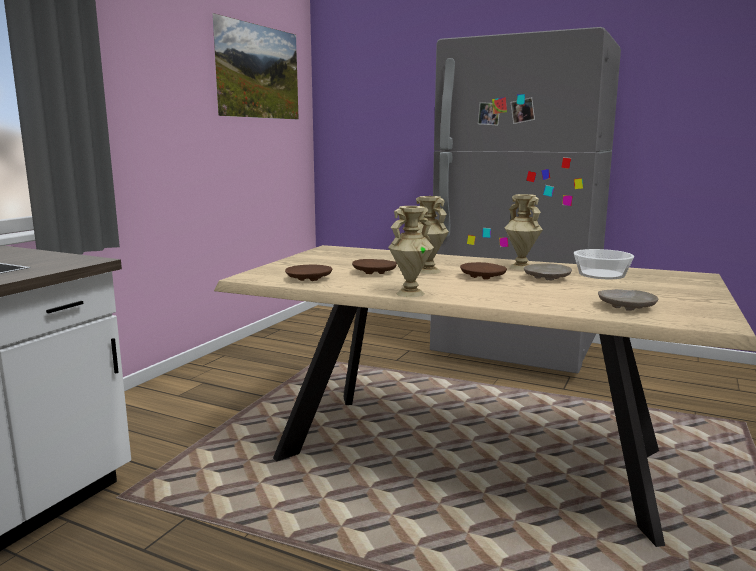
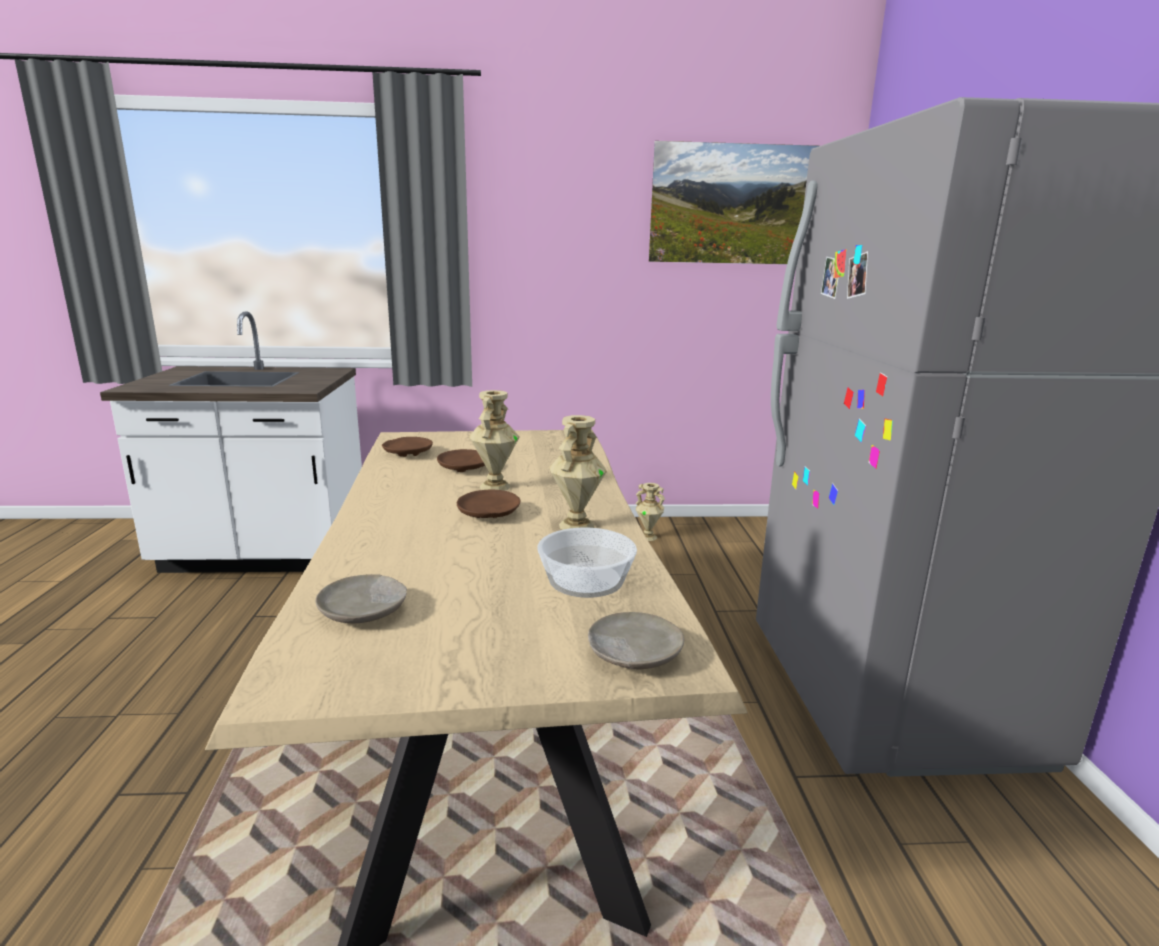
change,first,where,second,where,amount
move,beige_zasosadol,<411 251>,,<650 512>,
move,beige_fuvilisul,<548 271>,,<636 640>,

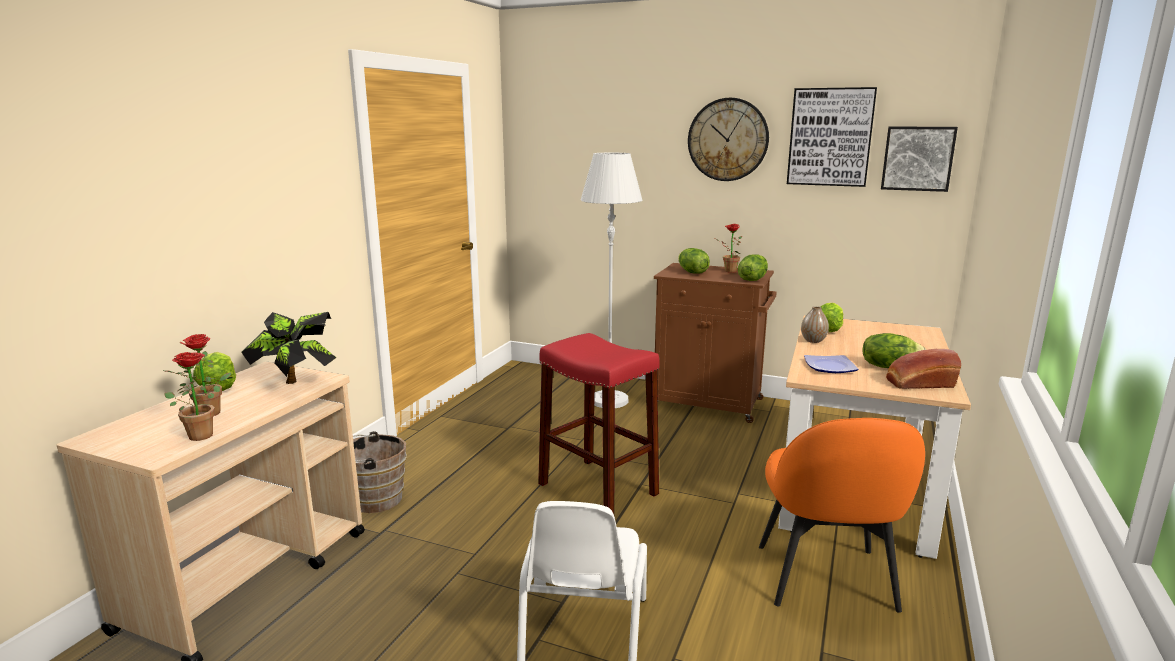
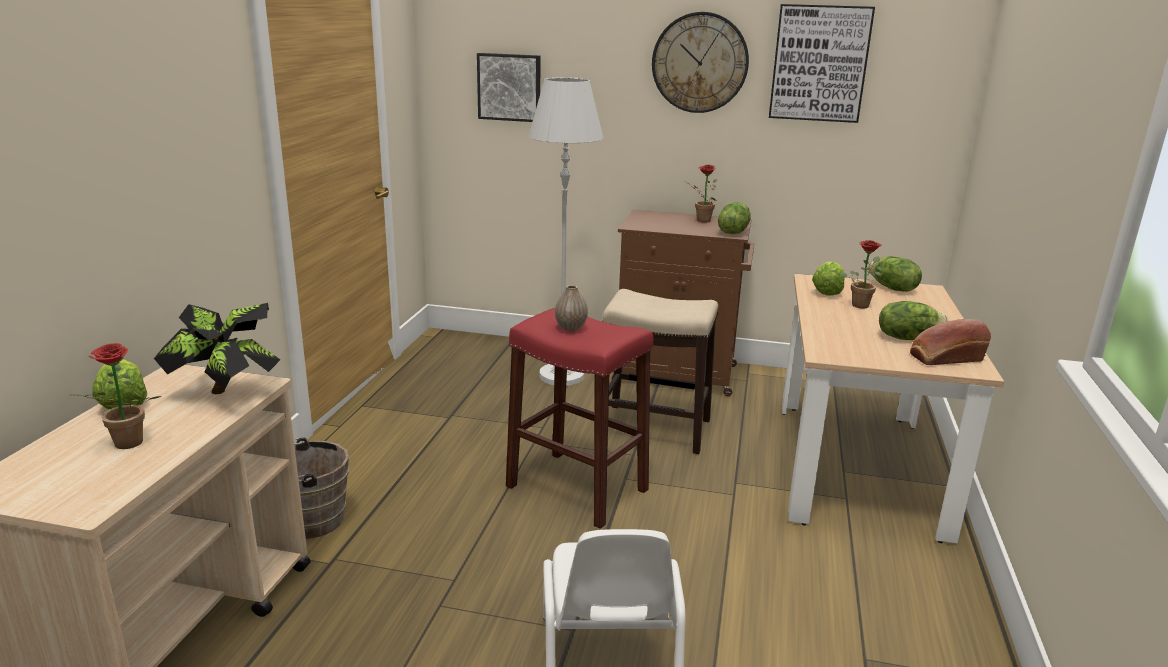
change,first,where,second,where,amount
delete,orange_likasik,<842 515>,,,
delete,fuvilisul,<831 364>,,,
insert,,,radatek,<660 371>,
move,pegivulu,<198 396>,,<861 274>,
move,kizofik,<694 261>,,<895 274>,
move,zasosadol,<815 324>,,<571 308>,
move,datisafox,<919 159>,,<508 87>,

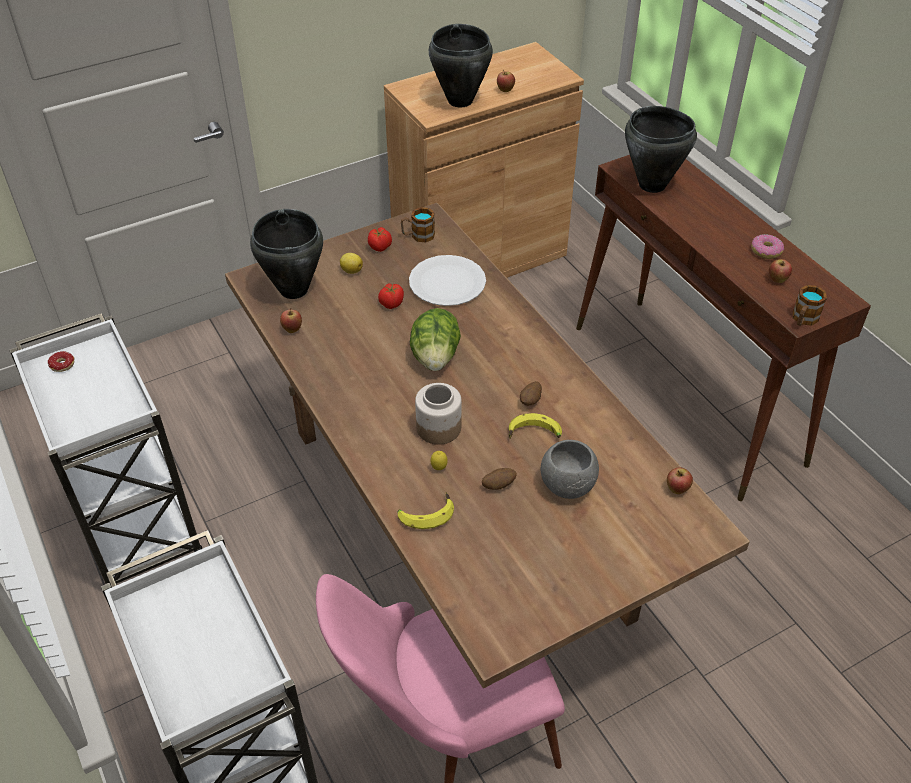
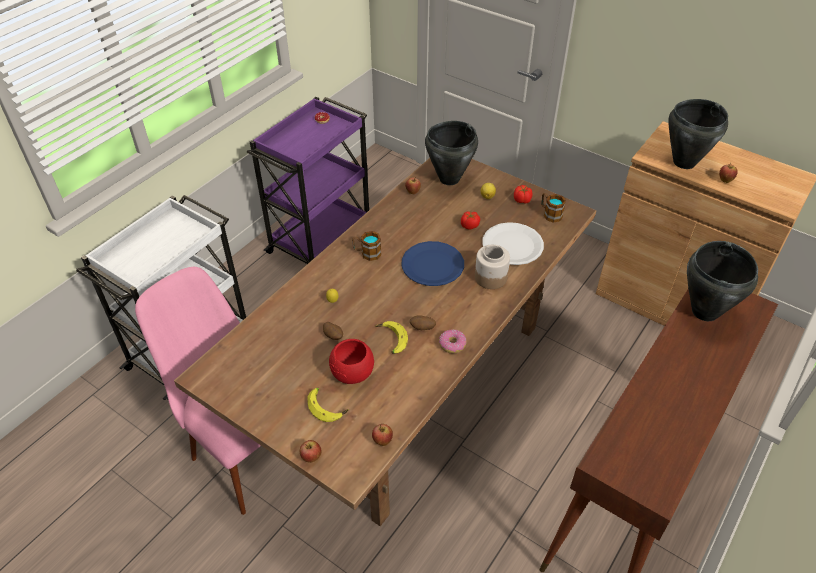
change,first,where,second,where,amount
move,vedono,<426 510>,,<328 405>,
move,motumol,<438 414>,,<492 267>,
move,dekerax,<767 246>,,<453 341>,
move,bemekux,<780 271>,,<310 451>,
move,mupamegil,<810 305>,,<366 246>,
replace,kizofik,<435 339>,blue_fuvilisul,<432 263>,
recolor,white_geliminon,<105 448>,purple_geliminon,<308 180>,
recolor,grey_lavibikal,<570 469>,red_lavibikal,<351 361>,

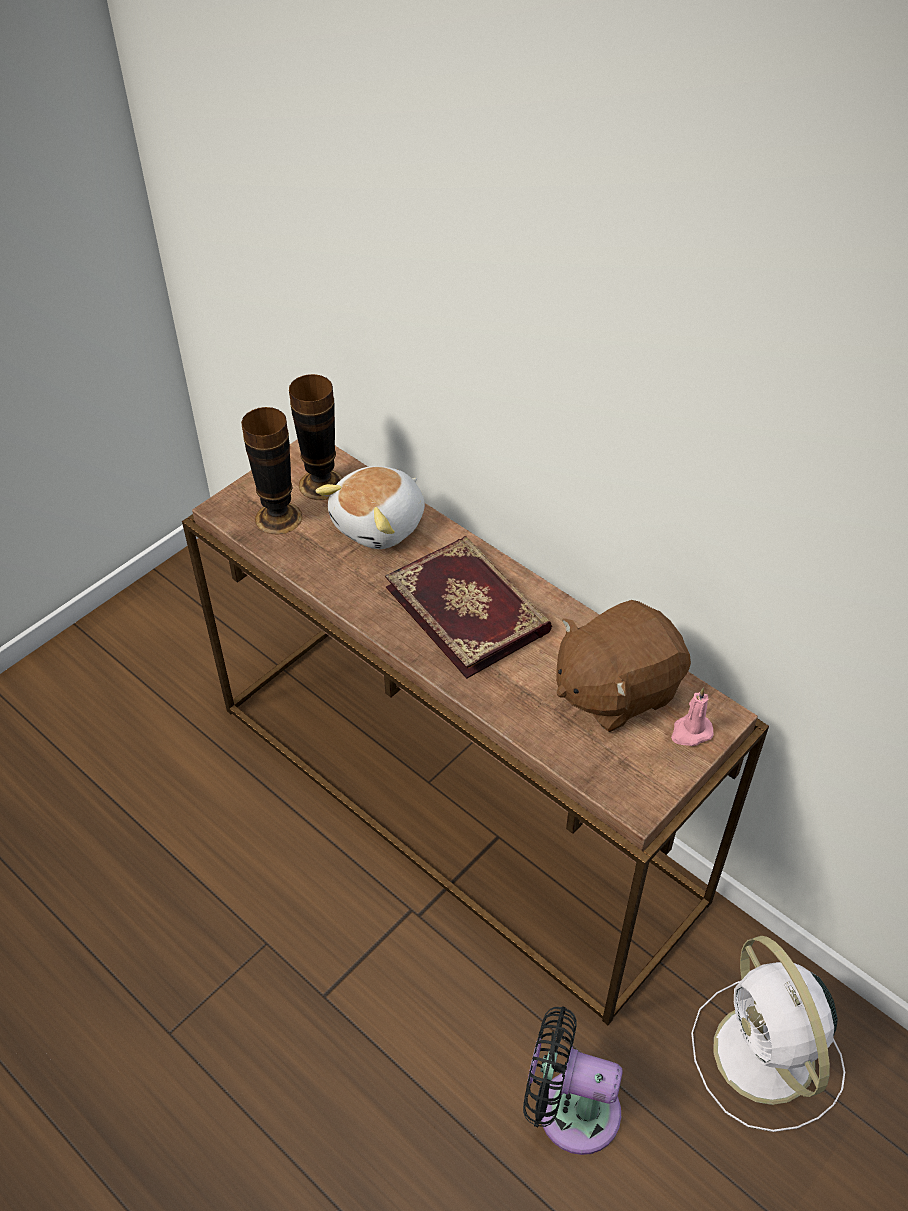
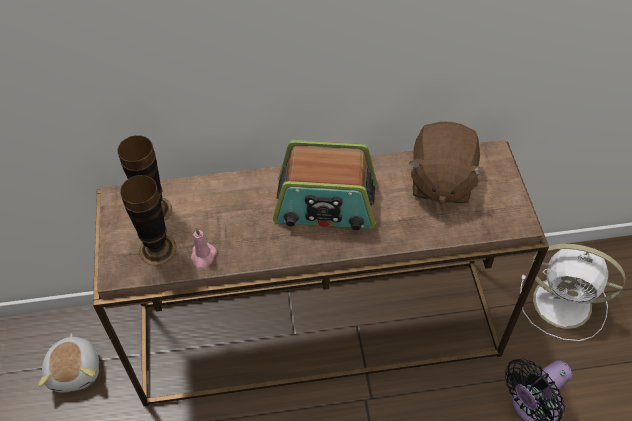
change,first,where,second,where,amount
move,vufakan,<370 507>,,<68 362>,
move,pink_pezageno,<692 717>,,<204 249>,
replace,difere,<468 607>,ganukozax,<325 185>,

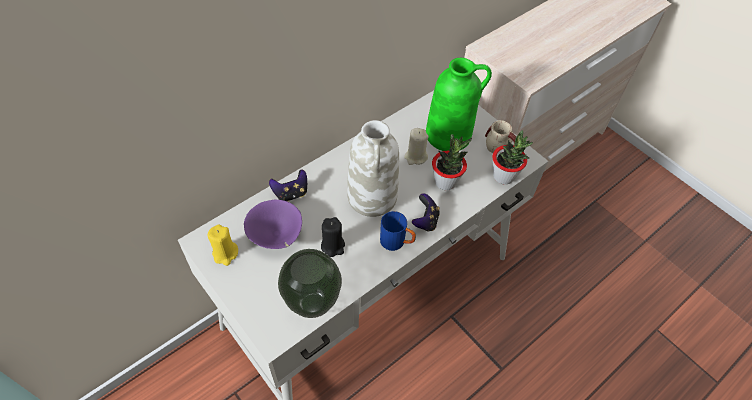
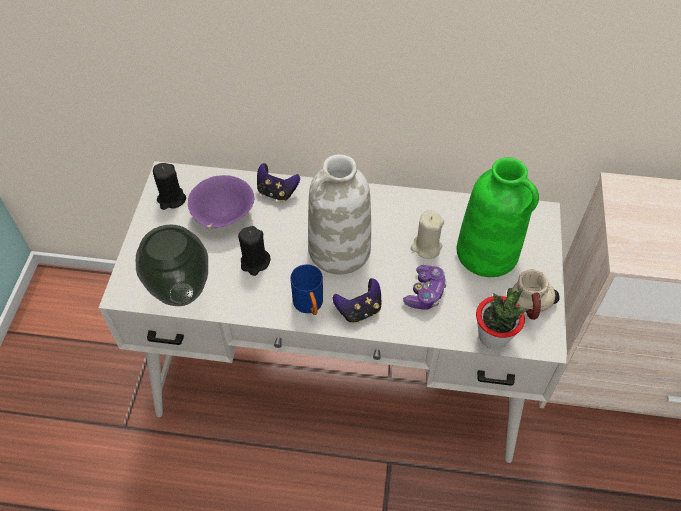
change,first,where,second,where,amount
replace,pegivulu,<452 162>,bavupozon,<425 287>,
recolor,yellow_pezageno,<222 245>,black_pezageno,<169 186>,

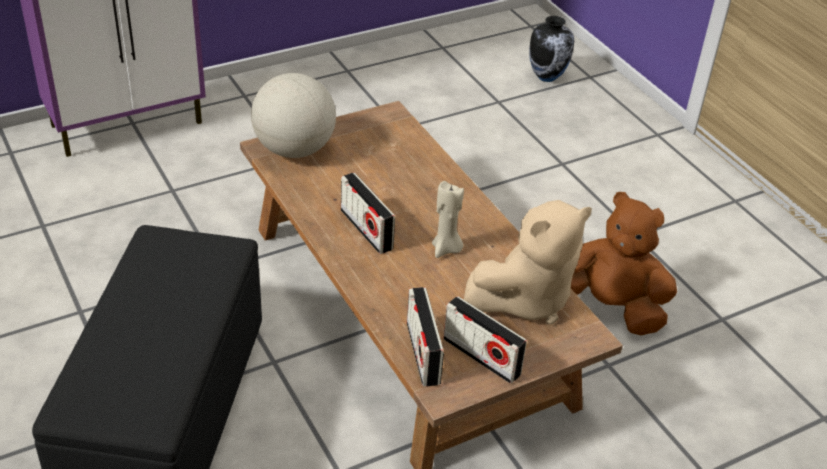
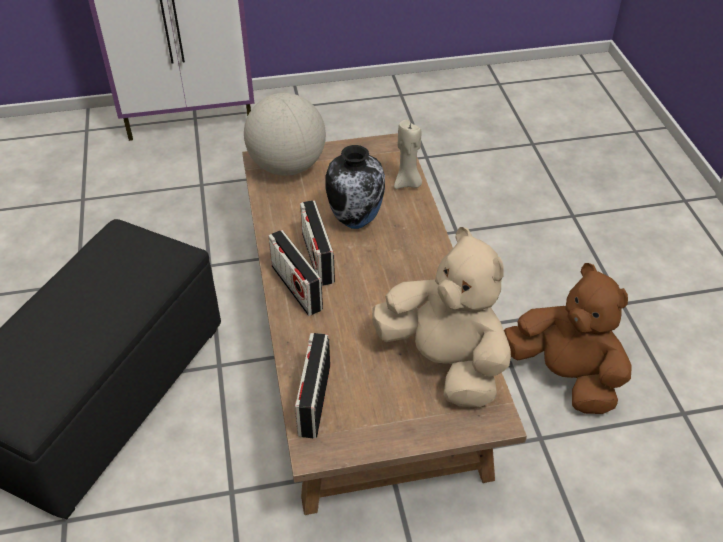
change,first,where,second,where,amount
move,beige_pezageno,<448 219>,,<408 154>,
move,ganukozax,<485 340>,,<295 273>,
move,zasosadol,<552 49>,,<355 187>,
rotate,beige_vufakan,<528 262>,,<441 317>,120 degrees counterclockwise

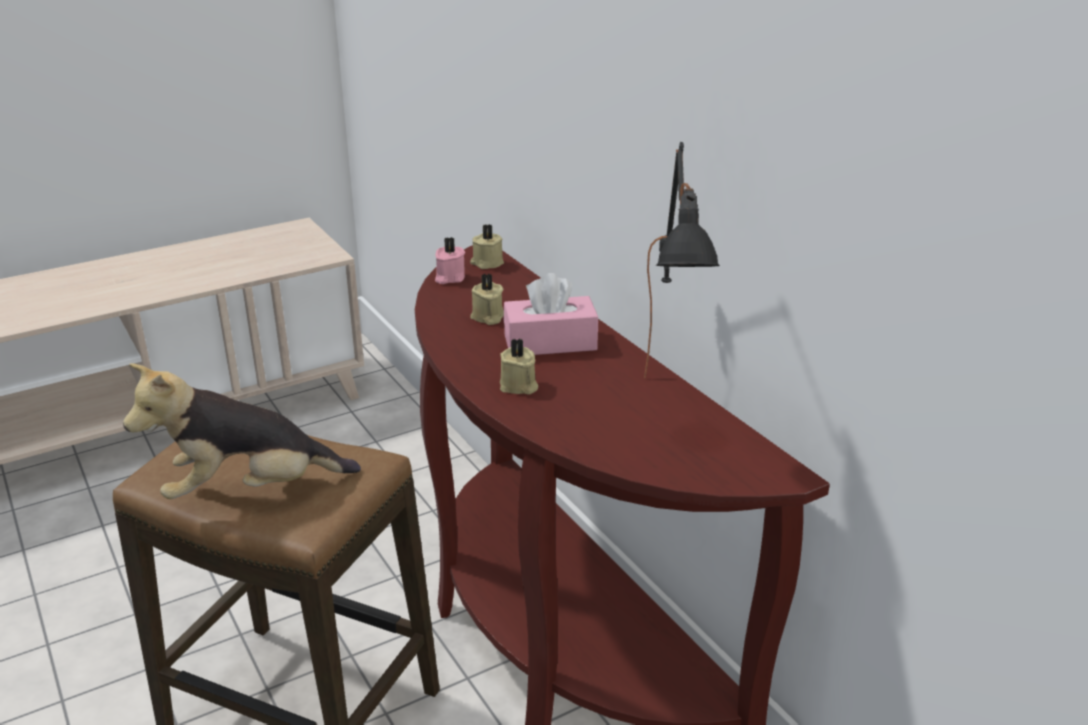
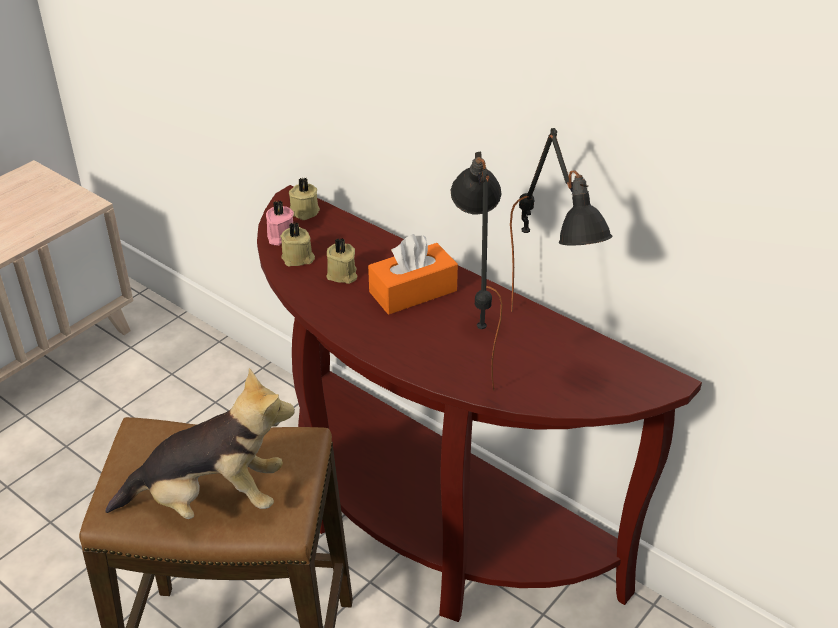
change,first,where,second,where,amount
insert,,,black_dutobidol,<476 271>,
move,beige_pezageno,<519 366>,,<297 244>,
recolor,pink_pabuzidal,<551 314>,orange_pabuzidal,<413 274>,
rotate,vufakan,<242 431>,,<200 443>,150 degrees counterclockwise

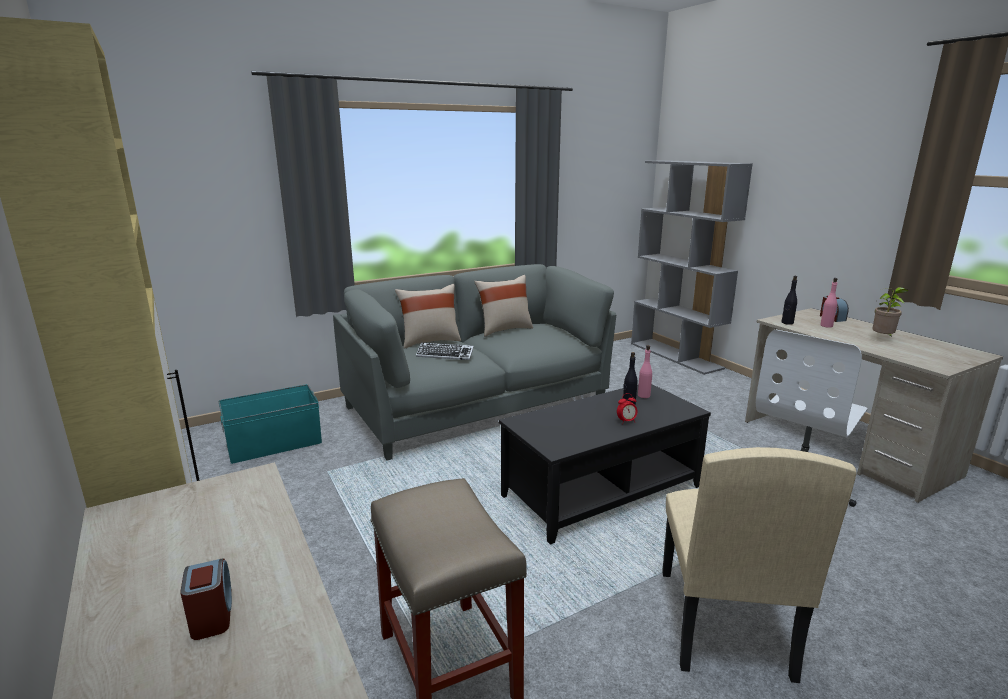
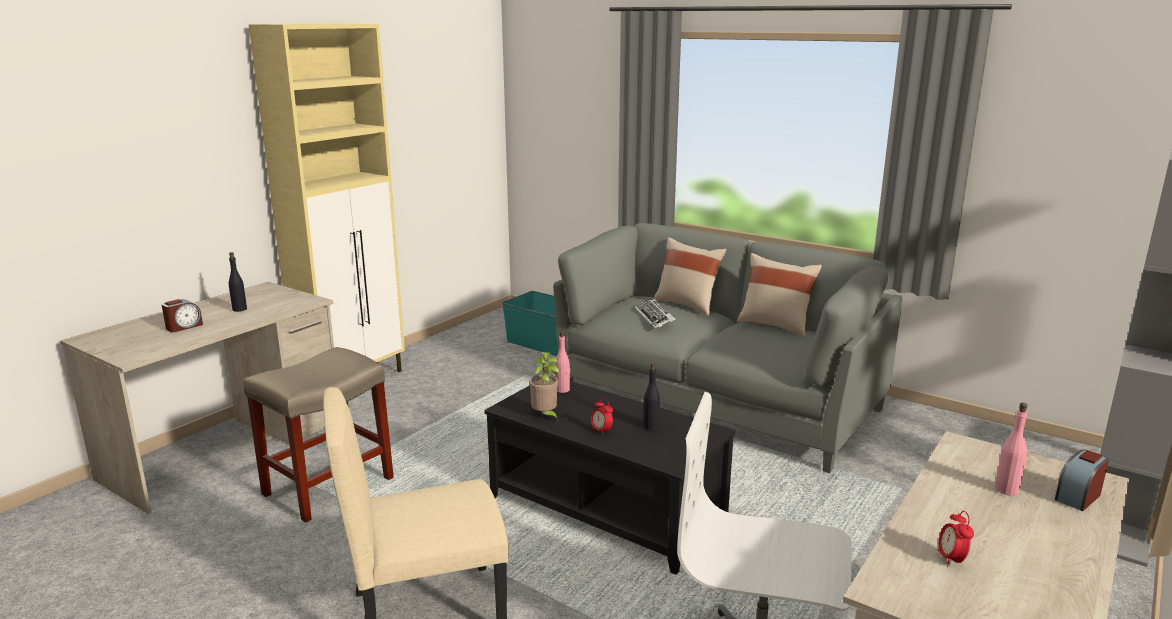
change,first,where,second,where,amount
insert,,,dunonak,<956 539>,
move,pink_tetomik,<645 371>,,<562 362>,
move,black_tetomik,<789 300>,,<238 282>,
move,pegivulu,<890 312>,,<544 386>,

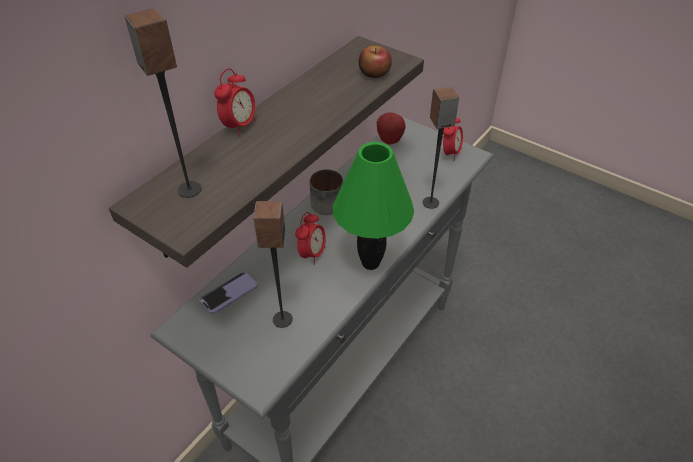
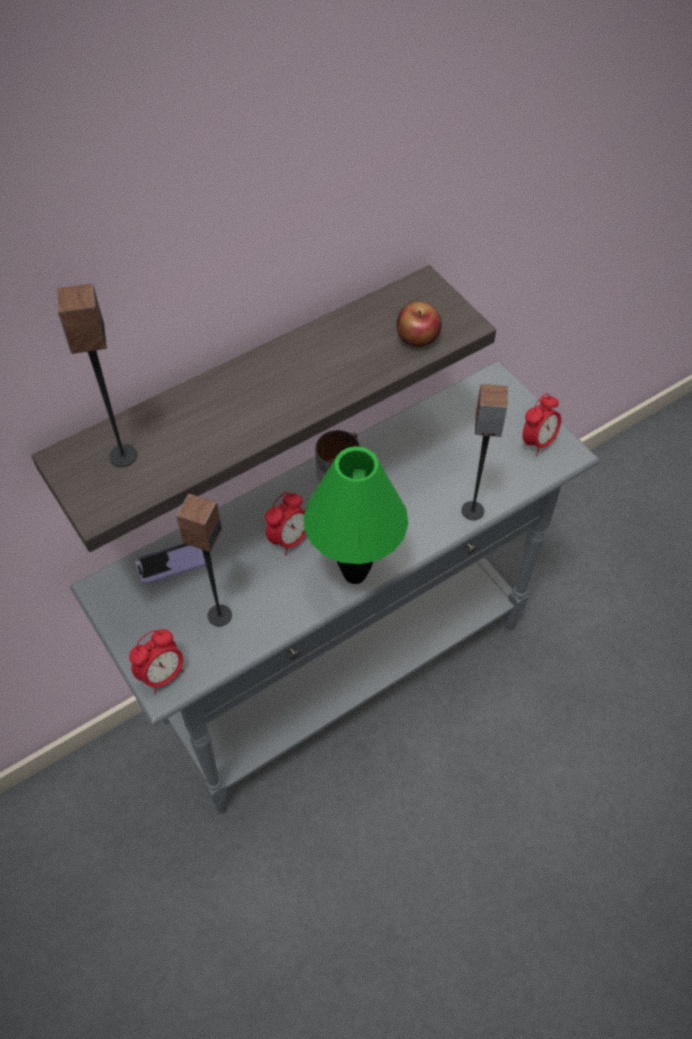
change,first,where,second,where,amount
delete,bemekux,<391 128>,,,
move,dunonak,<235 102>,,<156 661>,

